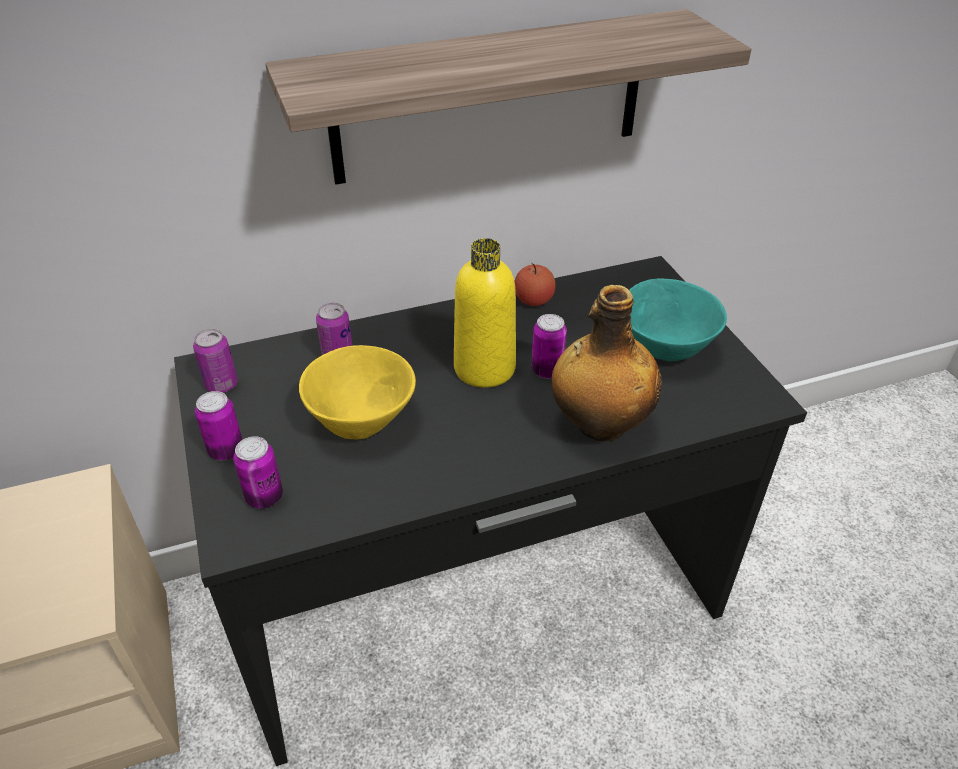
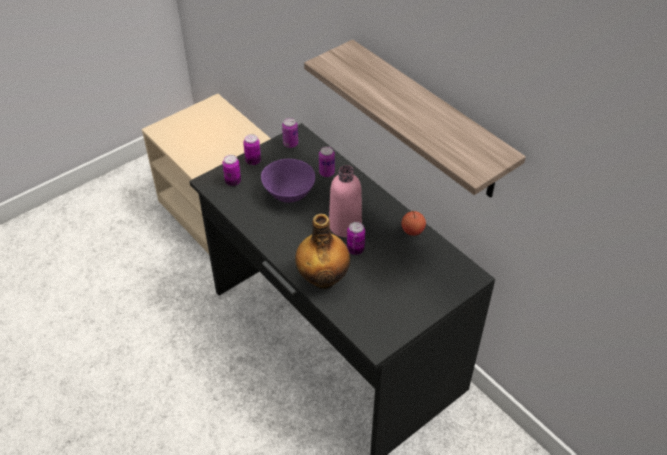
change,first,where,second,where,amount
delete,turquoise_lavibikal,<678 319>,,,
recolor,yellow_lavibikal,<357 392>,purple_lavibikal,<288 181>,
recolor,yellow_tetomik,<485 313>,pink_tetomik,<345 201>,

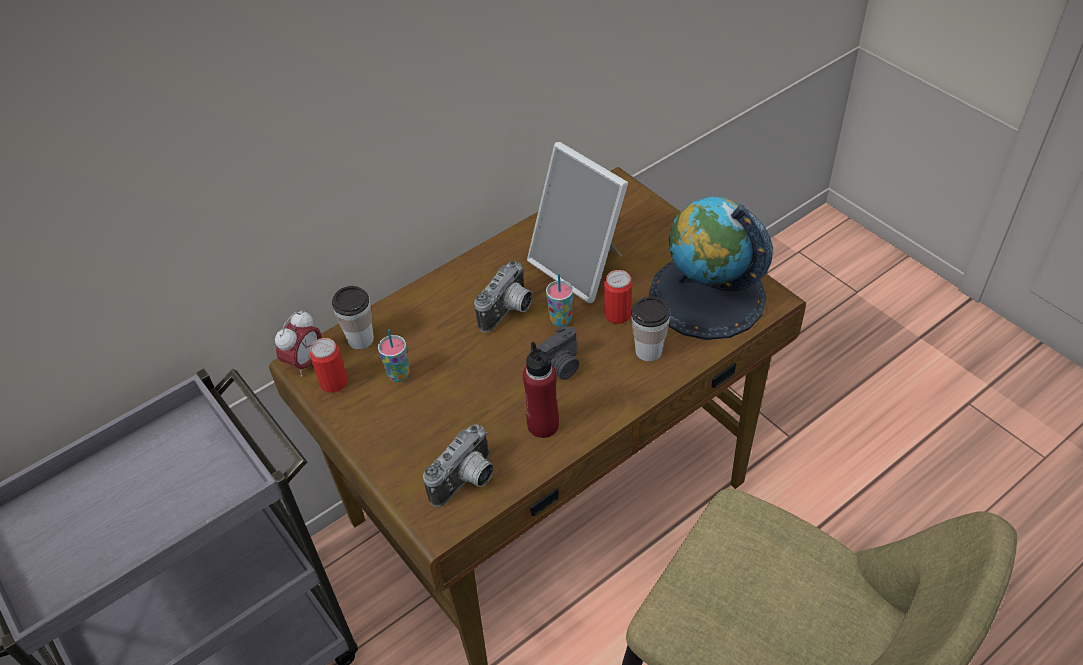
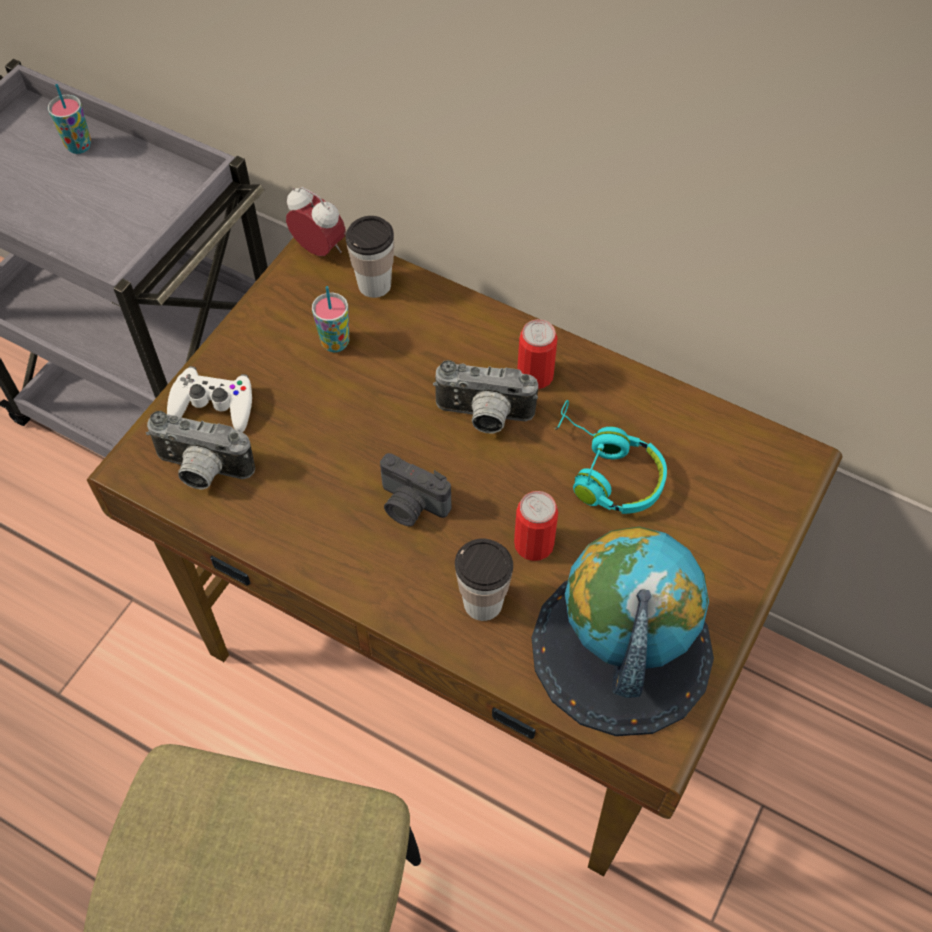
change,first,where,second,where,amount
delete,red_tetomik,<541 390>,,,
insert,,,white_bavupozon,<209 399>,
move,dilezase,<329 365>,,<537 354>,
move,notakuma,<559 300>,,<69 119>,
replace,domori,<577 222>,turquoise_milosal,<610 457>,
rotate,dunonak,<298 343>,,<316 221>,150 degrees counterclockwise

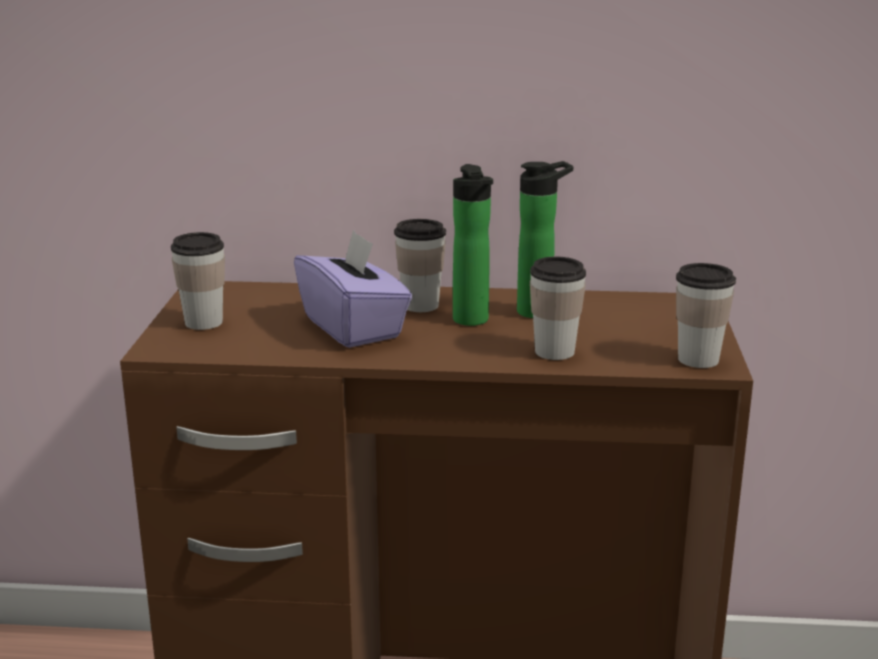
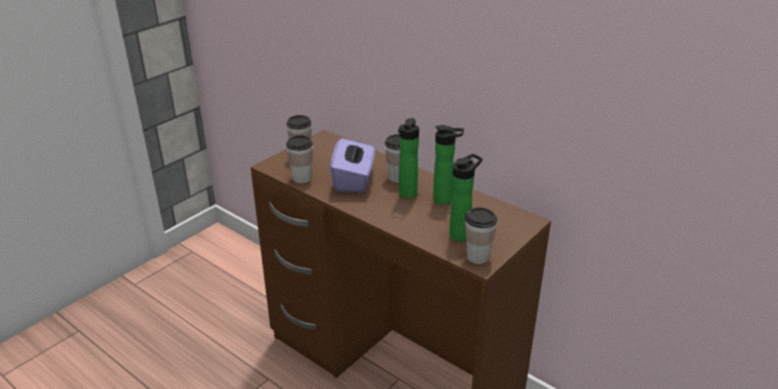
change,first,where,second,where,amount
insert,,,tetomik,<465 197>,
move,notakuma,<558 308>,,<299 159>,

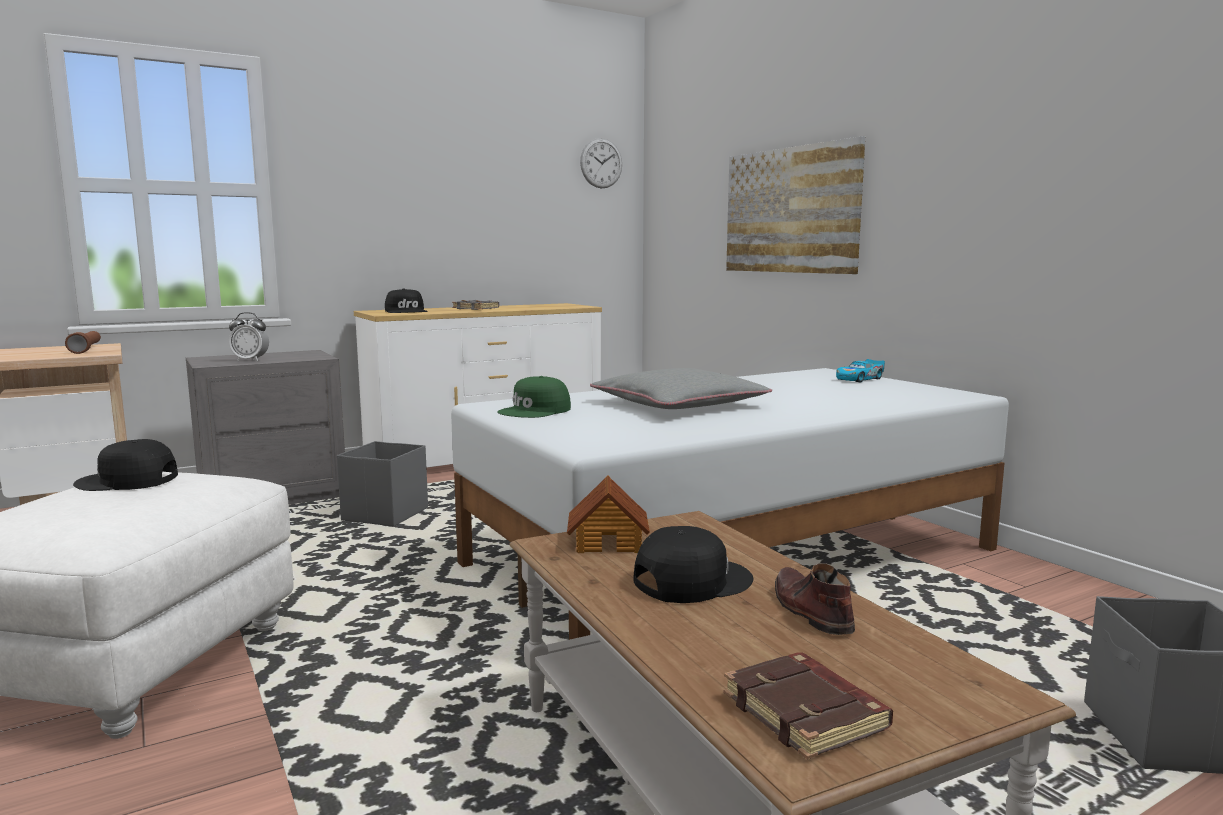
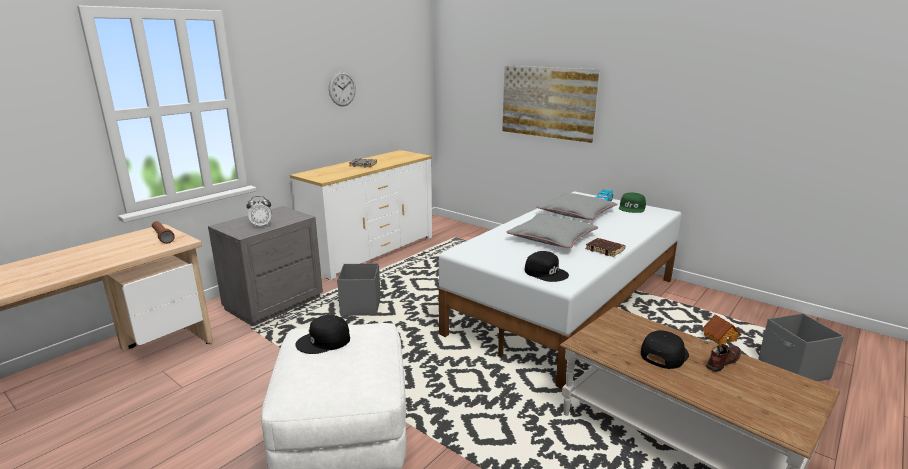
change,first,where,second,where,amount
insert,,,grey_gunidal,<577 206>,
move,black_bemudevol,<406 301>,,<547 266>,
move,green_bemudevol,<534 397>,,<632 202>,
move,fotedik,<608 514>,,<721 329>,
move,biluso,<601 163>,,<342 88>,
move,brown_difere,<808 705>,,<605 247>,
rotate,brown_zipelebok,<815 599>,,<723 358>,90 degrees clockwise

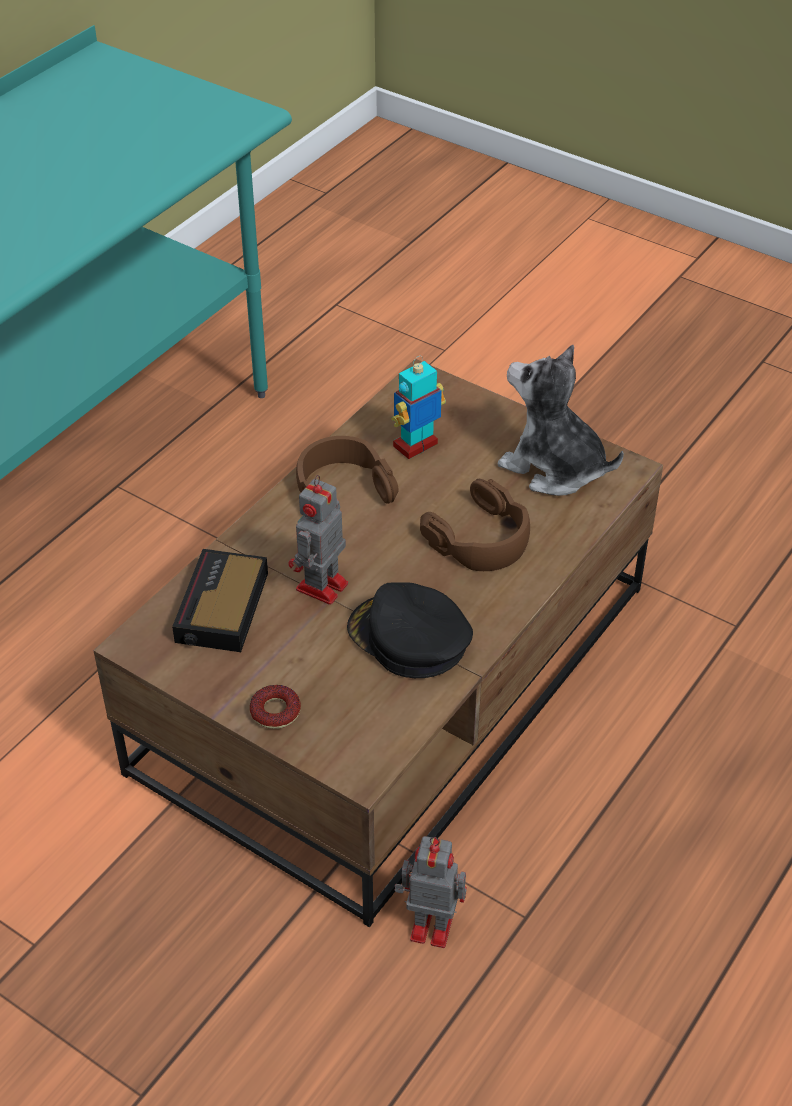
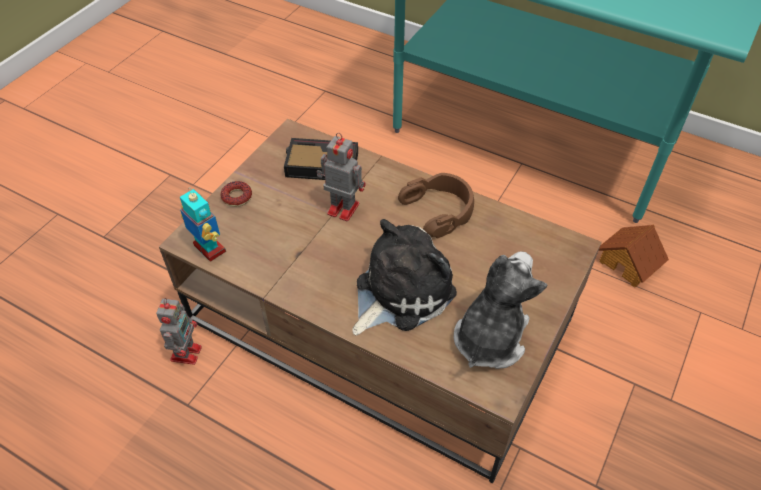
change,first,where,second,where,amount
delete,black_bemudevol,<410 630>,,,
insert,,,fotedik,<633 256>,
move,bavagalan,<418 407>,,<203 225>,
replace,brown_milosal,<475 525>,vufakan,<404 277>,

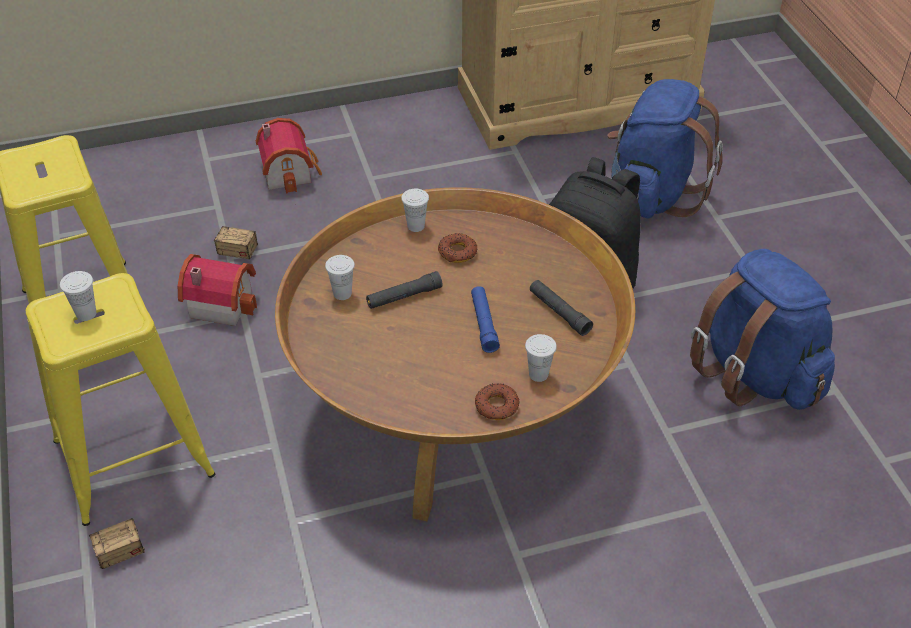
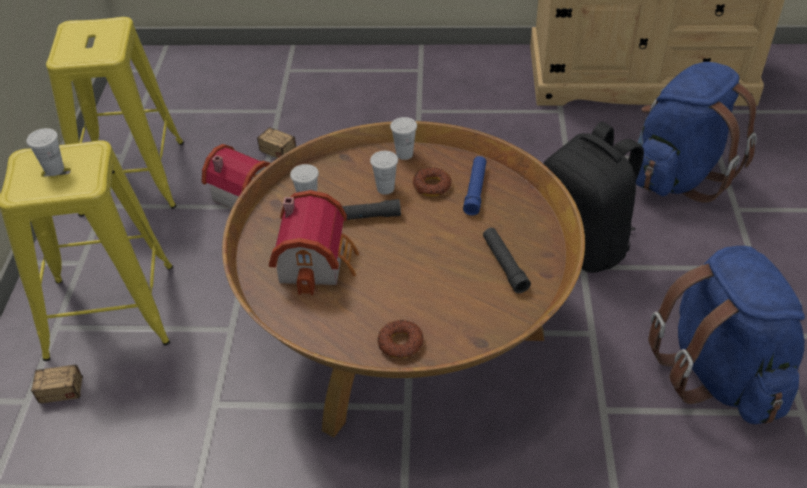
change,first,where,second,where,amount
move,fotedik,<289 156>,,<314 242>,
move,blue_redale,<485 319>,,<474 186>,
move,white_notakuma,<541 358>,,<384 173>,

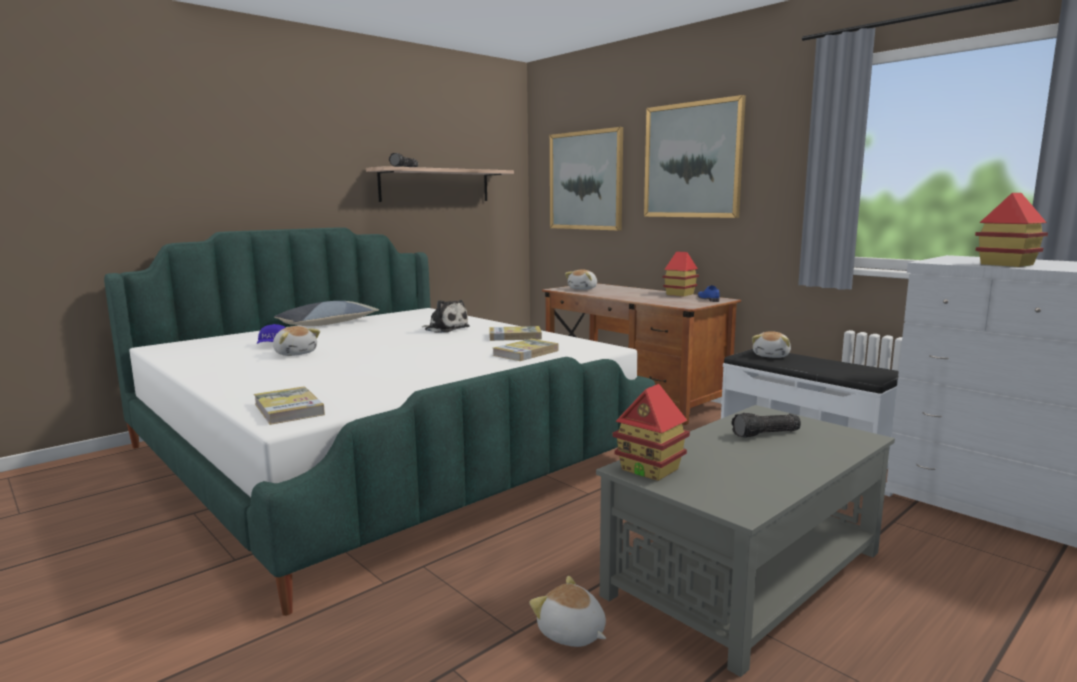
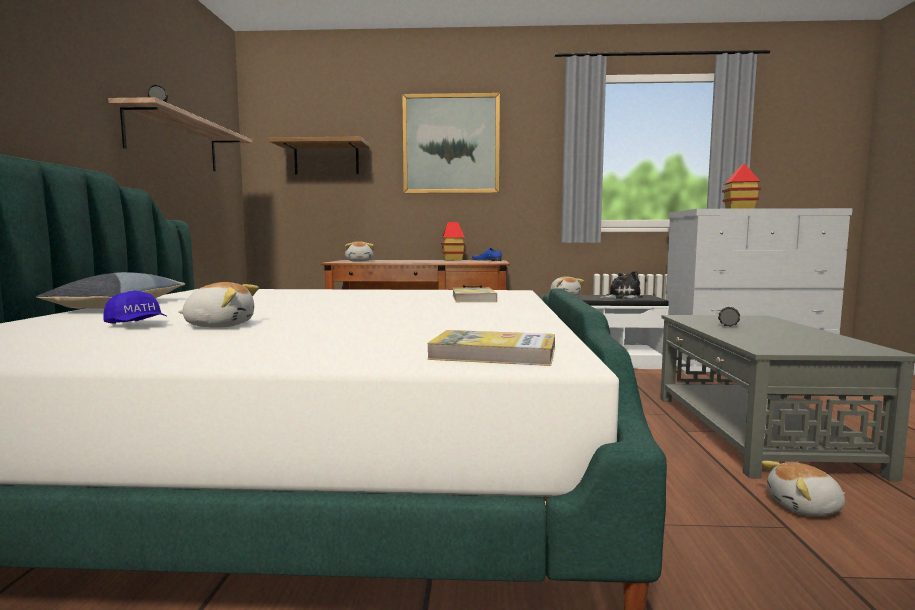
change,first,where,second,where,amount
delete,difere,<515 333>,,,
delete,fotedik,<651 432>,,,
move,vufakan,<446 316>,,<621 285>,
replace,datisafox,<586 179>,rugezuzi,<319 156>,

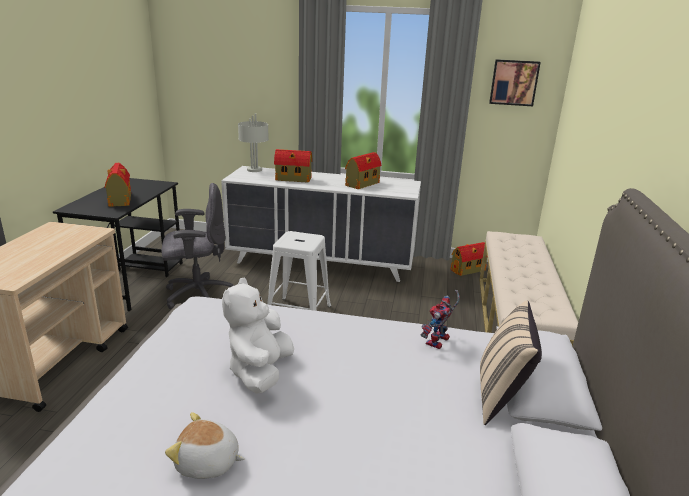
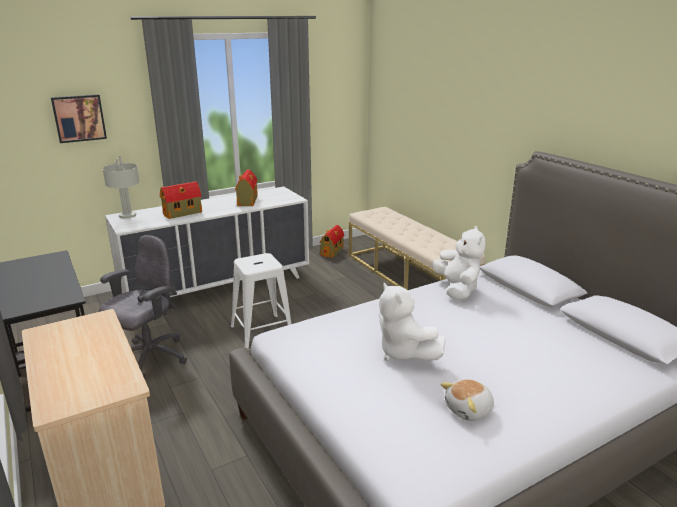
change,first,where,second,where,amount
delete,fotedik,<118 185>,,,
delete,beige_gunidal,<511 362>,,,
move,datisafox,<515 82>,,<79 118>,
replace,bavagalan,<440 319>,white_vufakan,<459 263>,

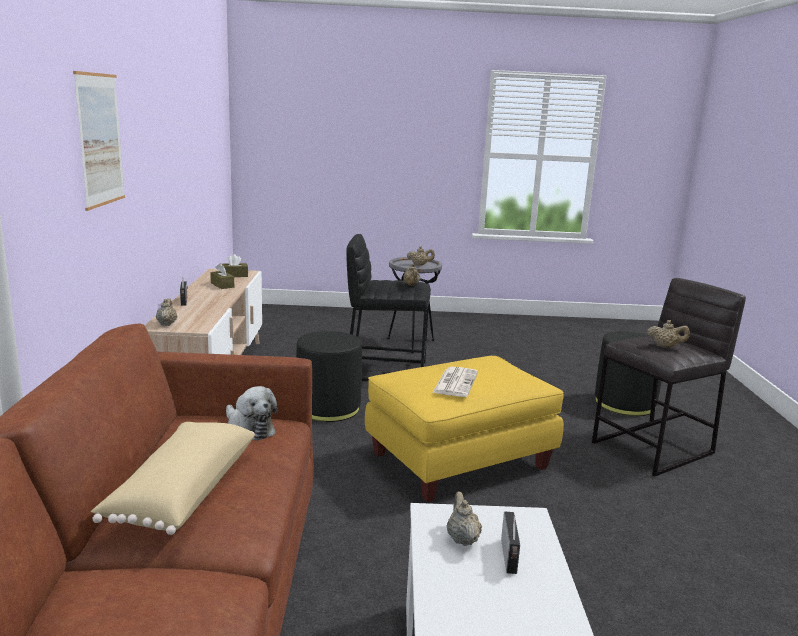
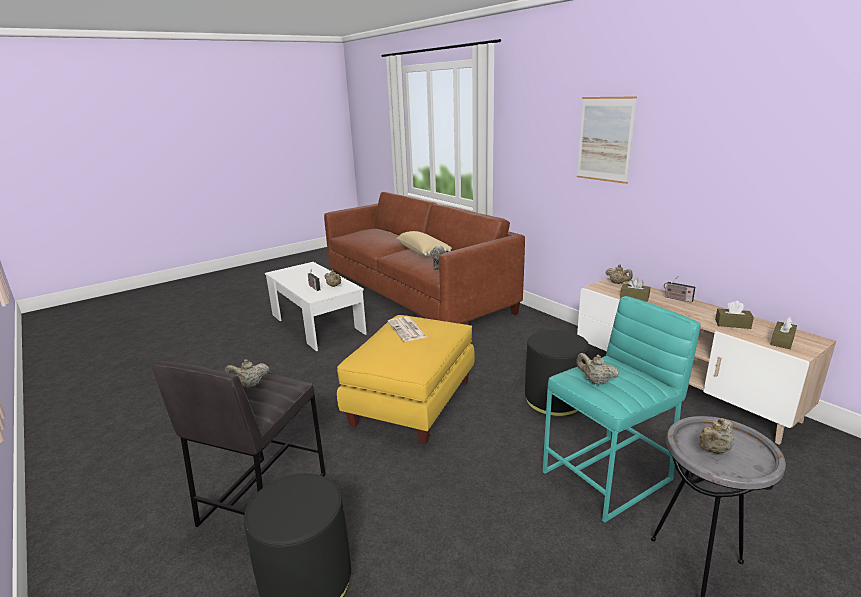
change,first,where,second,where,amount
insert,,,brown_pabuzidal,<635 289>,
recolor,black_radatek,<388 307>,turquoise_radatek,<622 409>,

